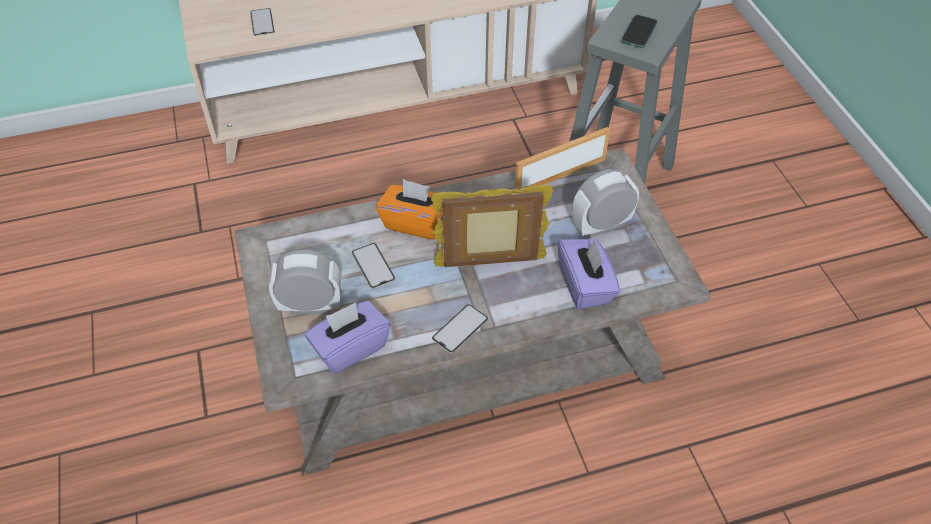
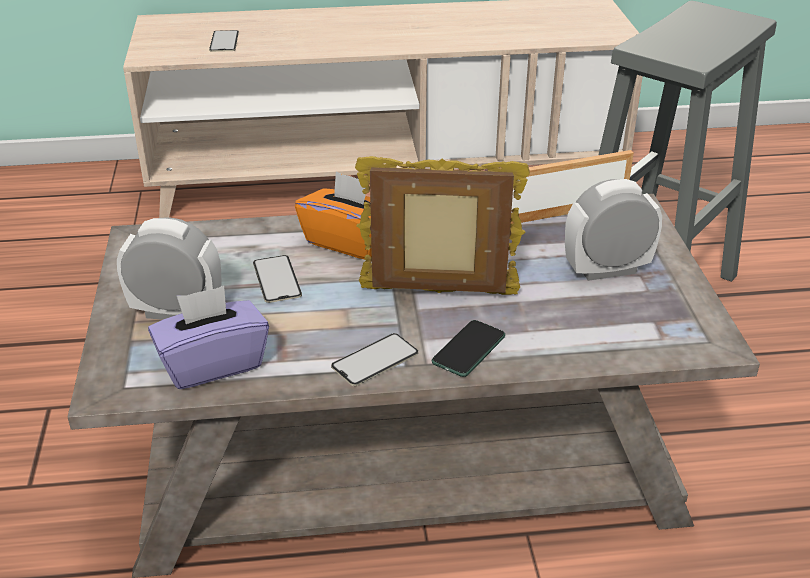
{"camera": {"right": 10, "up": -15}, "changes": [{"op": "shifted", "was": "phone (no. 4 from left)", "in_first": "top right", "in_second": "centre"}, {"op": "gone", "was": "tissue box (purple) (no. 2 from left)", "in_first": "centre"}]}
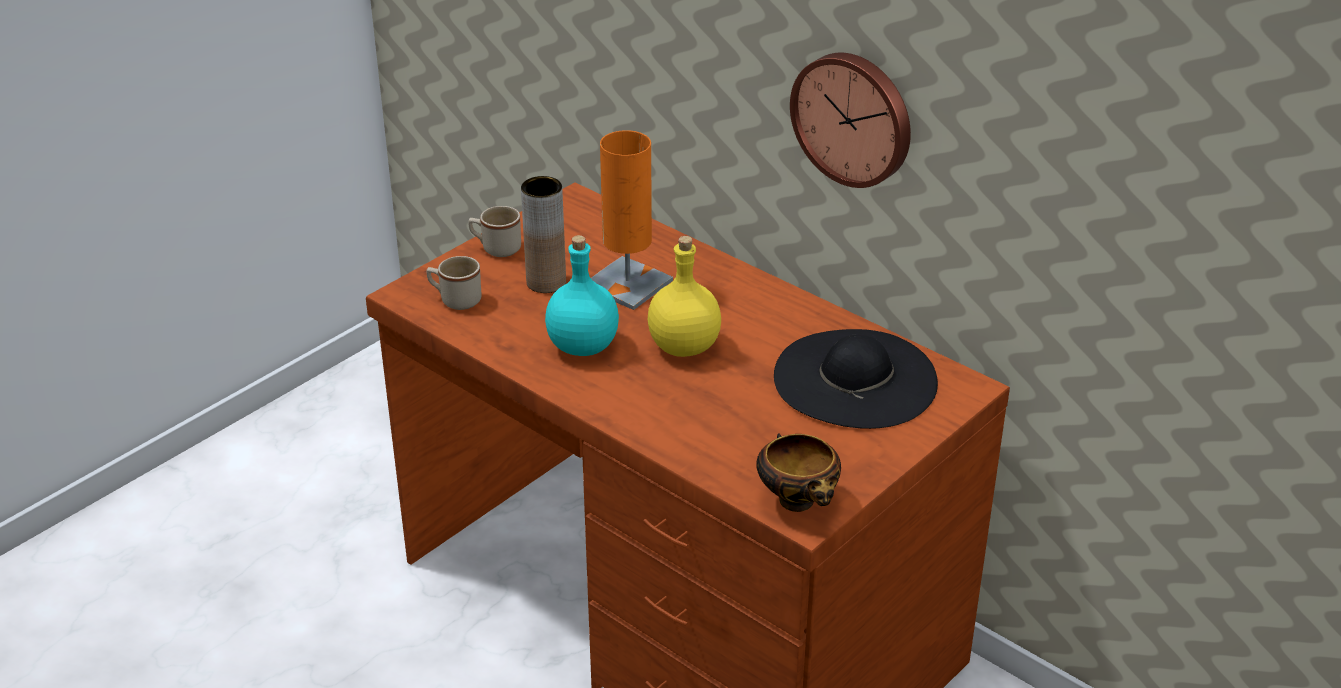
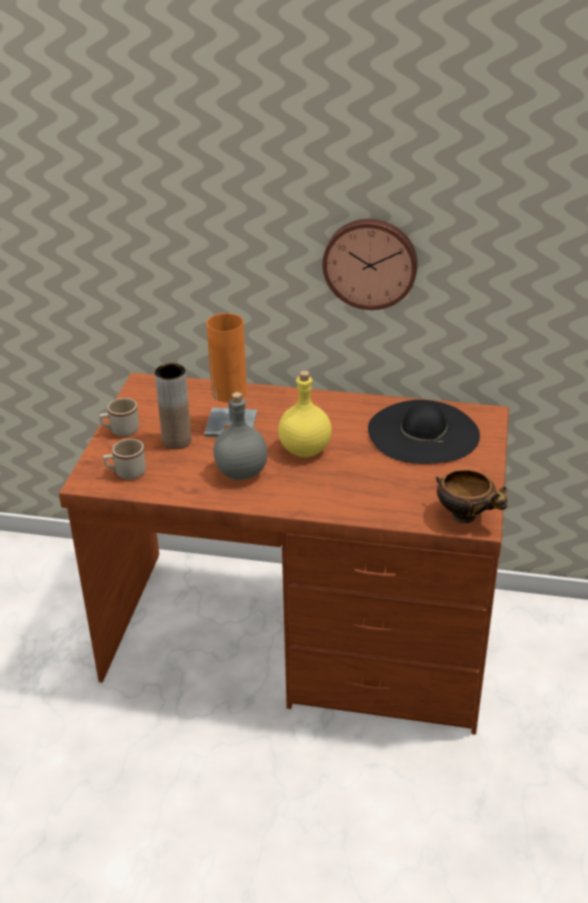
{"camera": {"right": -30, "up": 0}, "changes": [{"op": "repainted", "was": "bottle (turquoise)", "now": "bottle (grey)", "in_first": "centre", "in_second": "centre"}]}
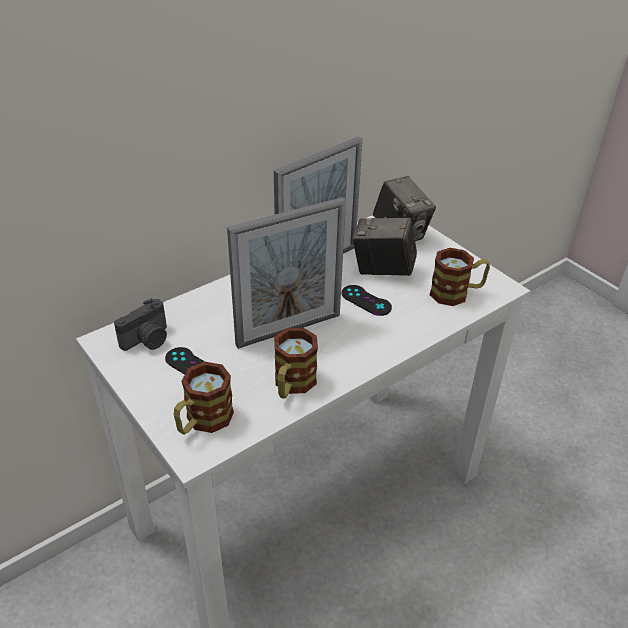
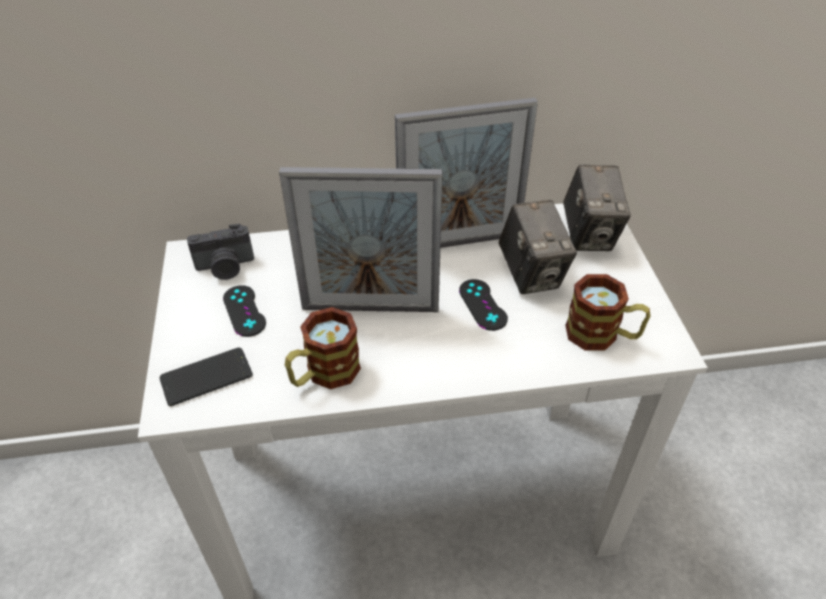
{"camera": {"right": 30, "up": 5}, "changes": [{"op": "swapped", "was": "mug (no. 1 from left)", "now": "phone", "in_first": "middle left", "in_second": "middle left"}, {"op": "rotated", "was": "photo camera (no. 2 from left)", "in_first": "centre", "in_second": "centre", "clockwise": -150}]}
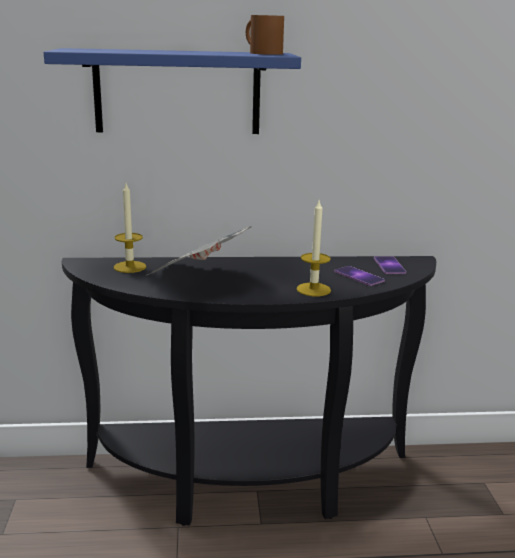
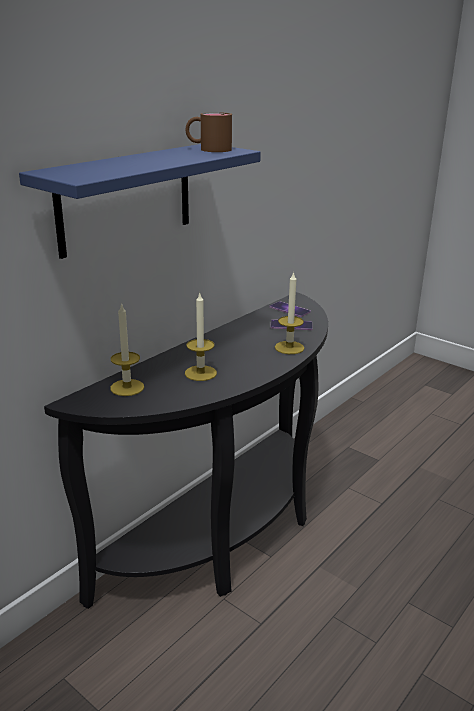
{"camera": {"right": -45, "up": 5}, "changes": [{"op": "swapped", "was": "newspaper", "now": "candle (no. 2 from left)", "in_first": "centre", "in_second": "centre"}]}
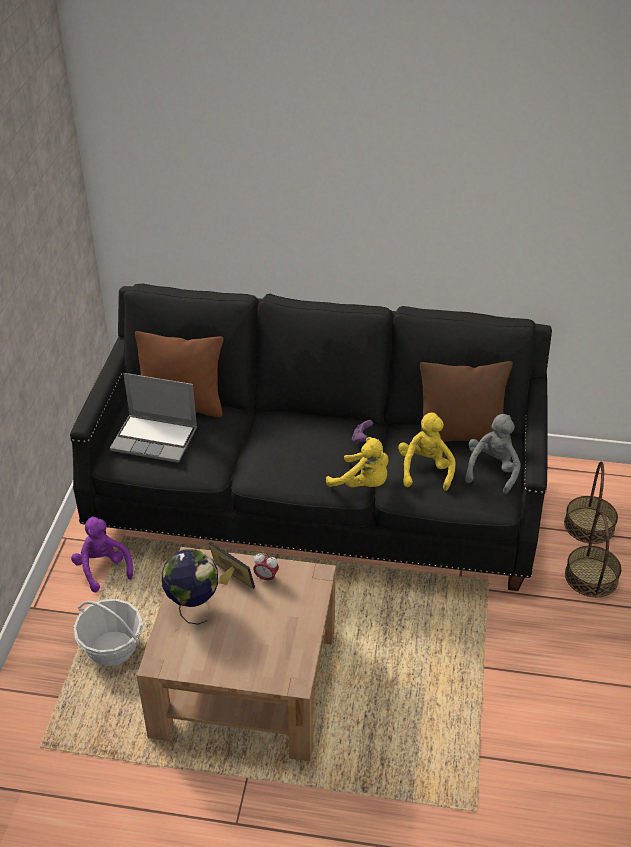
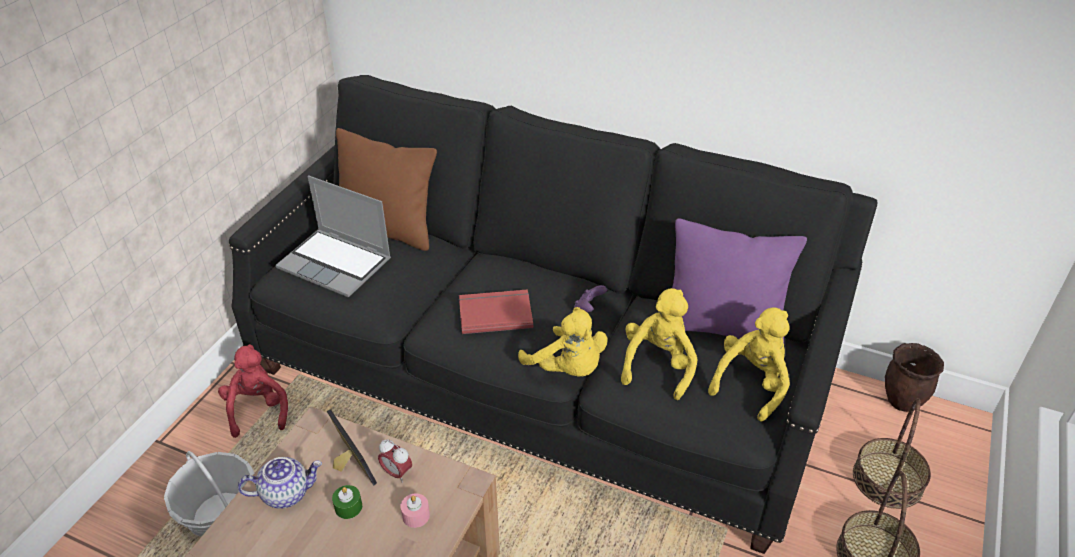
{"camera": {"right": 15, "up": 0}, "changes": [{"op": "repainted", "was": "plush toy (purple)", "now": "plush toy (red)", "in_first": "middle left", "in_second": "bottom left"}, {"op": "swapped", "was": "globe", "now": "teapot", "in_first": "bottom left", "in_second": "bottom left"}, {"op": "new", "now": "candle (green)", "in_second": "bottom left"}, {"op": "new", "now": "candle (pink)", "in_second": "bottom centre"}, {"op": "new", "now": "book (red)", "in_second": "centre"}, {"op": "repainted", "was": "pillow (brown) (no. 2 from left)", "now": "pillow (purple)", "in_first": "middle right", "in_second": "middle right"}, {"op": "repainted", "was": "plush toy (grey)", "now": "plush toy (yellow) (no. 3 from left)", "in_first": "middle right", "in_second": "middle right"}, {"op": "new", "now": "planter (brown)", "in_second": "bottom right"}]}
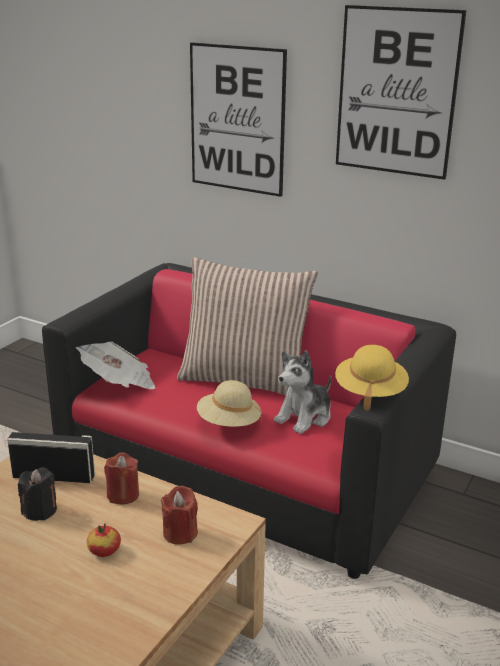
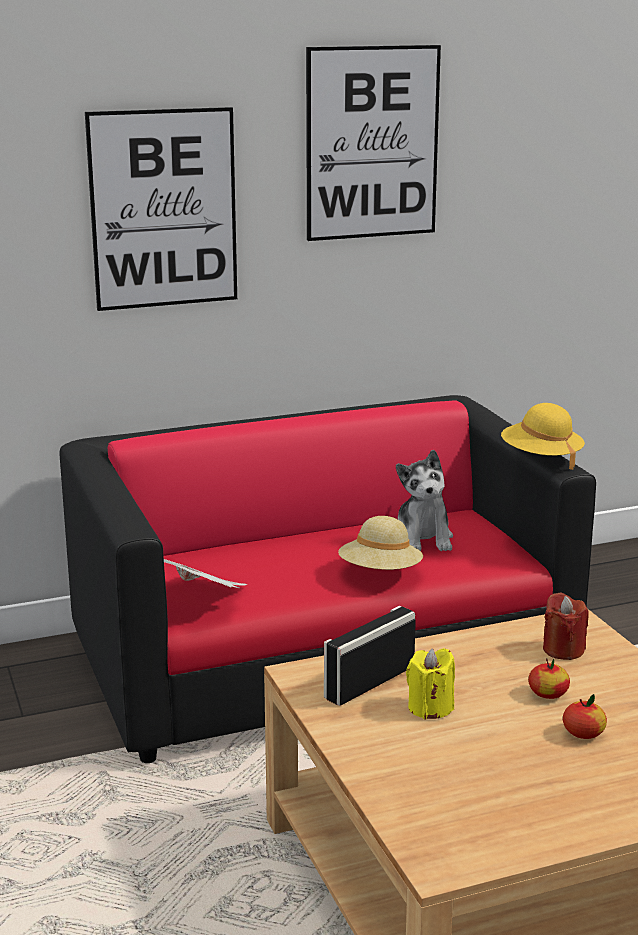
{"camera": {"right": -50, "up": -5}, "changes": [{"op": "repainted", "was": "candle (black)", "now": "candle (yellow)", "in_first": "bottom left", "in_second": "bottom right"}, {"op": "new", "now": "apple (no. 2 from left)", "in_second": "bottom right"}, {"op": "gone", "was": "candle (red) (no. 1 from left)", "in_first": "bottom left"}, {"op": "gone", "was": "pillow", "in_first": "centre"}]}
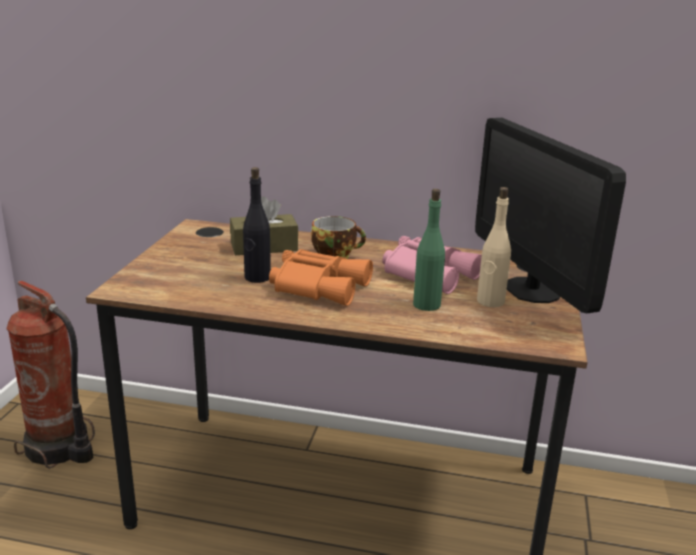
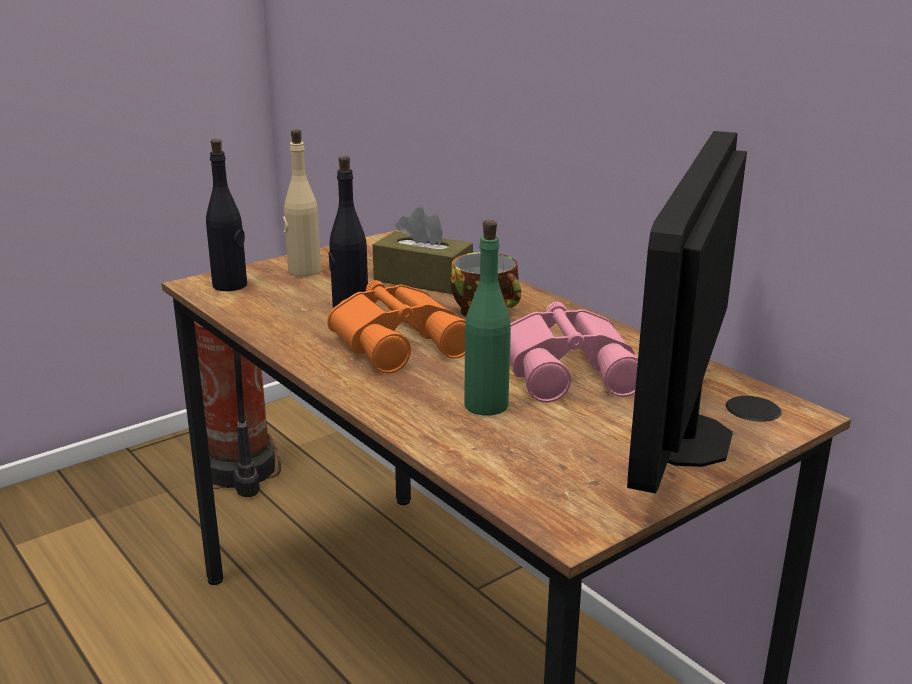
{"camera": {"right": 40, "up": 0}, "changes": [{"op": "new", "now": "bottle (black) (no. 1 from left)", "in_second": "top left"}, {"op": "shifted", "was": "bottle (beige)", "in_first": "middle right", "in_second": "top left"}]}
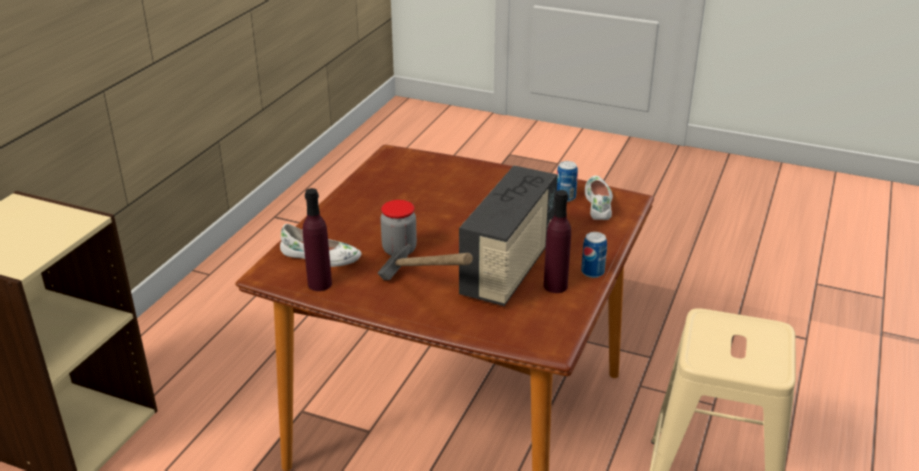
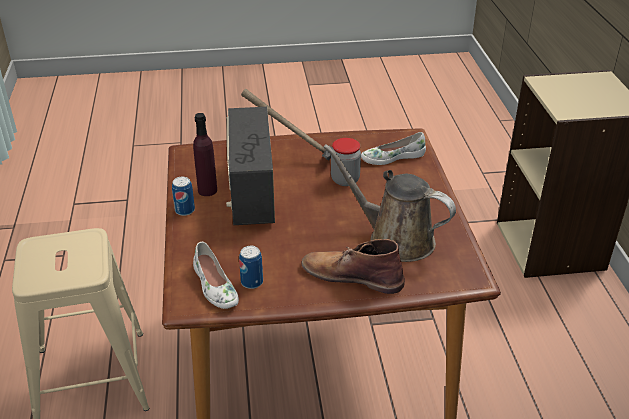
{"camera": {"right": 150, "up": 5}, "changes": [{"op": "new", "now": "boot (brown)", "in_second": "centre"}, {"op": "new", "now": "watering can (brown)", "in_second": "centre"}, {"op": "gone", "was": "bottle (purple) (no. 1 from left)", "in_first": "centre"}]}
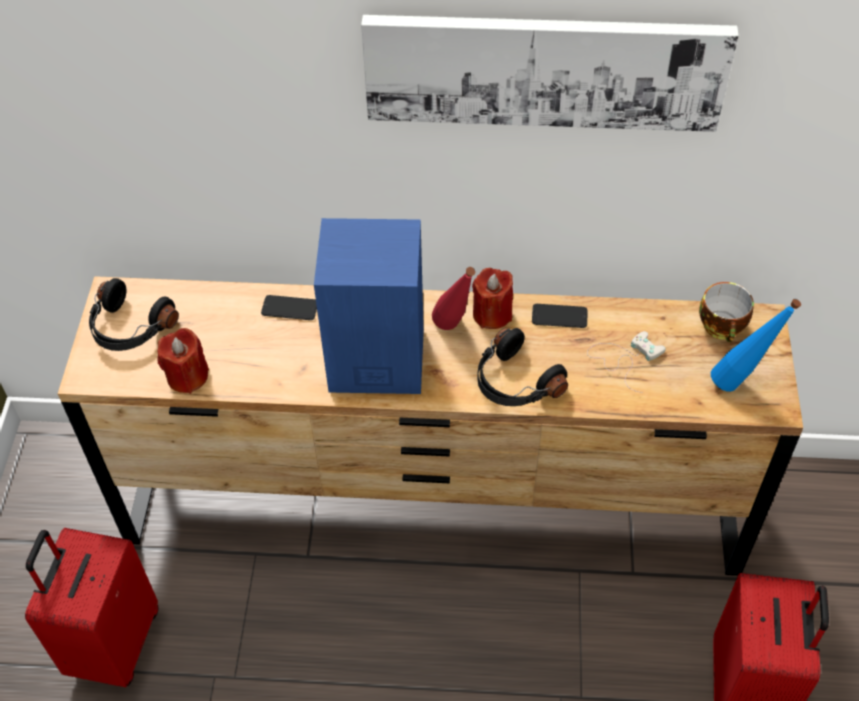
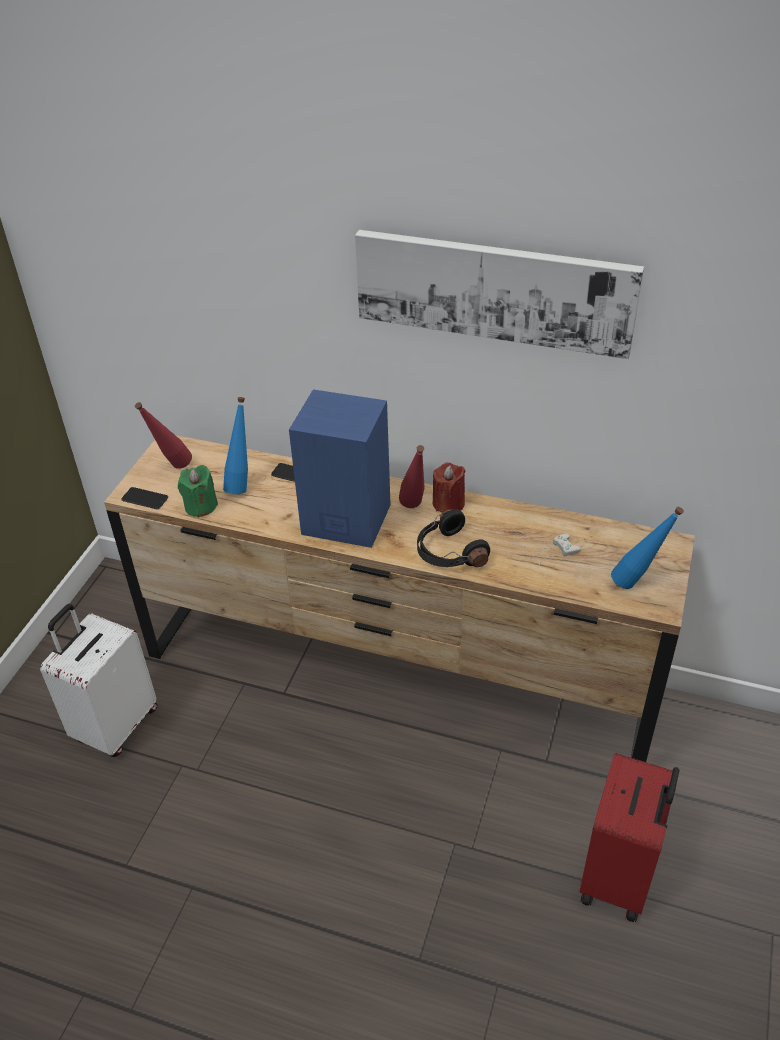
{"camera": {"right": 15, "up": -10}, "changes": [{"op": "repainted", "was": "suitcase (red) (no. 1 from left)", "now": "suitcase (white)", "in_first": "bottom left", "in_second": "middle left"}, {"op": "shifted", "was": "phone (no. 2 from left in the first image)", "now": "phone (no. 1 from left)", "in_first": "centre", "in_second": "middle left"}, {"op": "swapped", "was": "headphones (black) (no. 1 from left)", "now": "bottle (red) (no. 1 from left)", "in_first": "middle left", "in_second": "middle left"}, {"op": "repainted", "was": "candle (red) (no. 1 from left)", "now": "candle (green)", "in_first": "middle left", "in_second": "middle left"}, {"op": "new", "now": "bottle (blue) (no. 1 from left)", "in_second": "middle left"}, {"op": "gone", "was": "cup", "in_first": "middle right"}]}
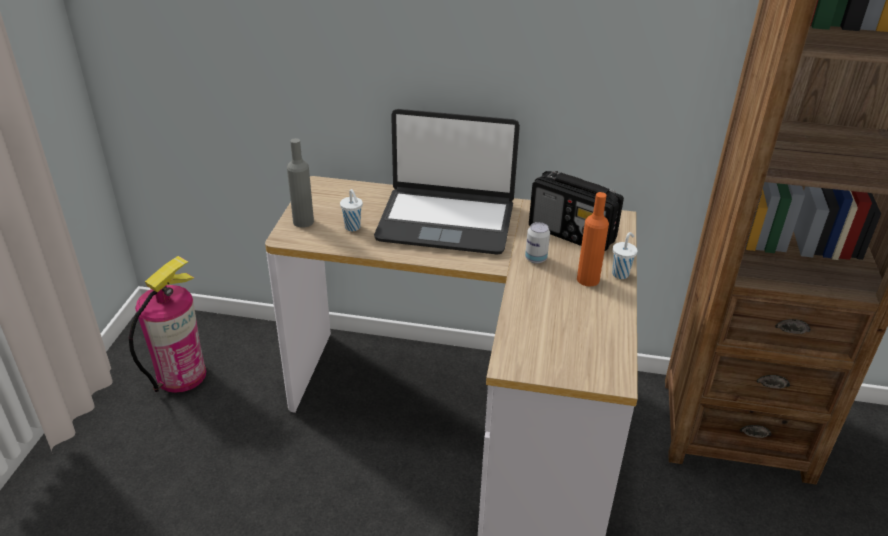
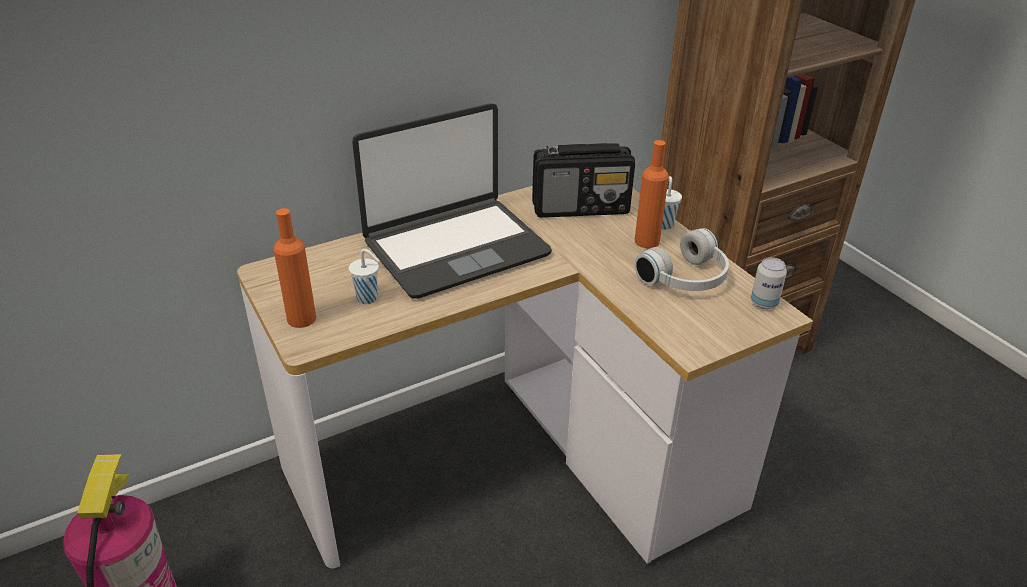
{"camera": {"right": -40, "up": 0}, "changes": [{"op": "repainted", "was": "bottle (grey)", "now": "bottle (orange) (no. 1 from left)", "in_first": "centre", "in_second": "middle left"}, {"op": "new", "now": "headphones (white)", "in_second": "centre"}, {"op": "shifted", "was": "can", "in_first": "centre", "in_second": "middle right"}]}
